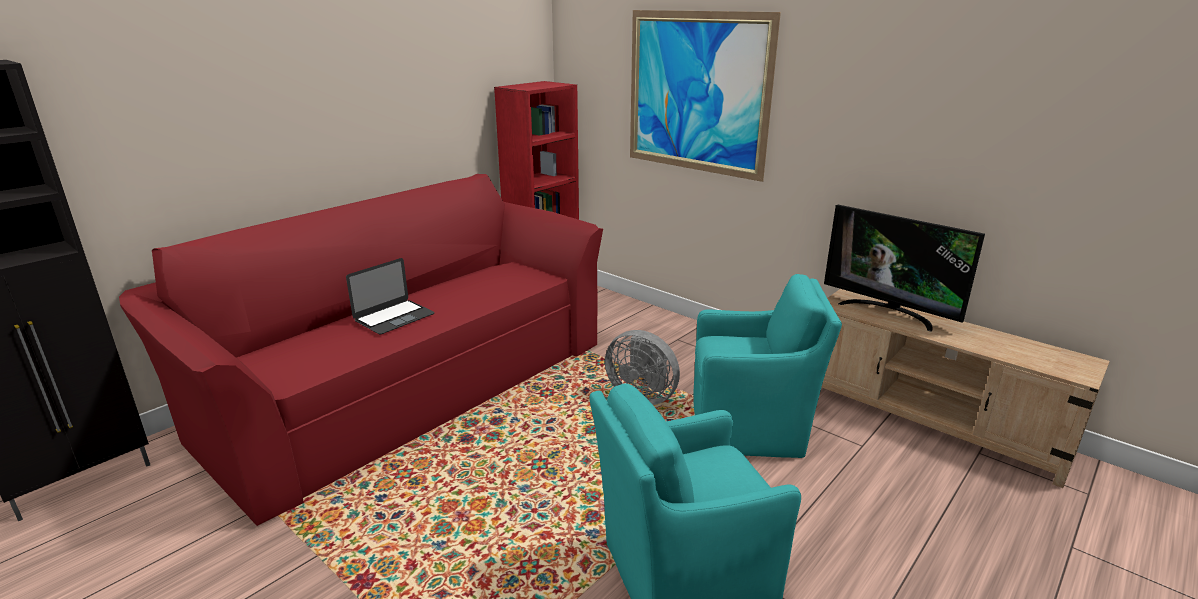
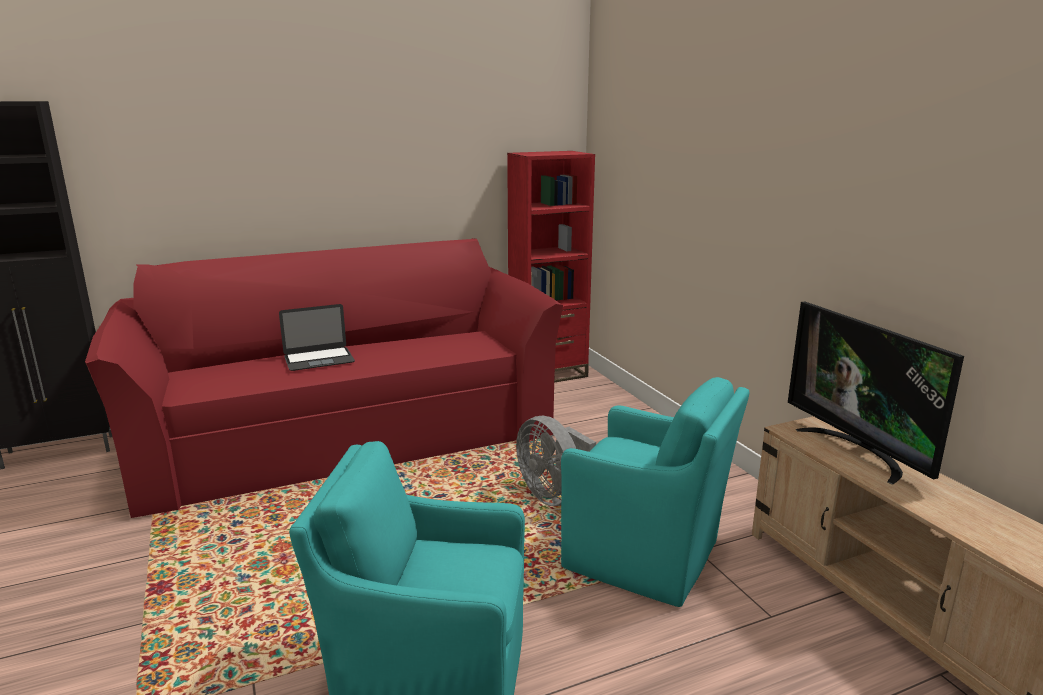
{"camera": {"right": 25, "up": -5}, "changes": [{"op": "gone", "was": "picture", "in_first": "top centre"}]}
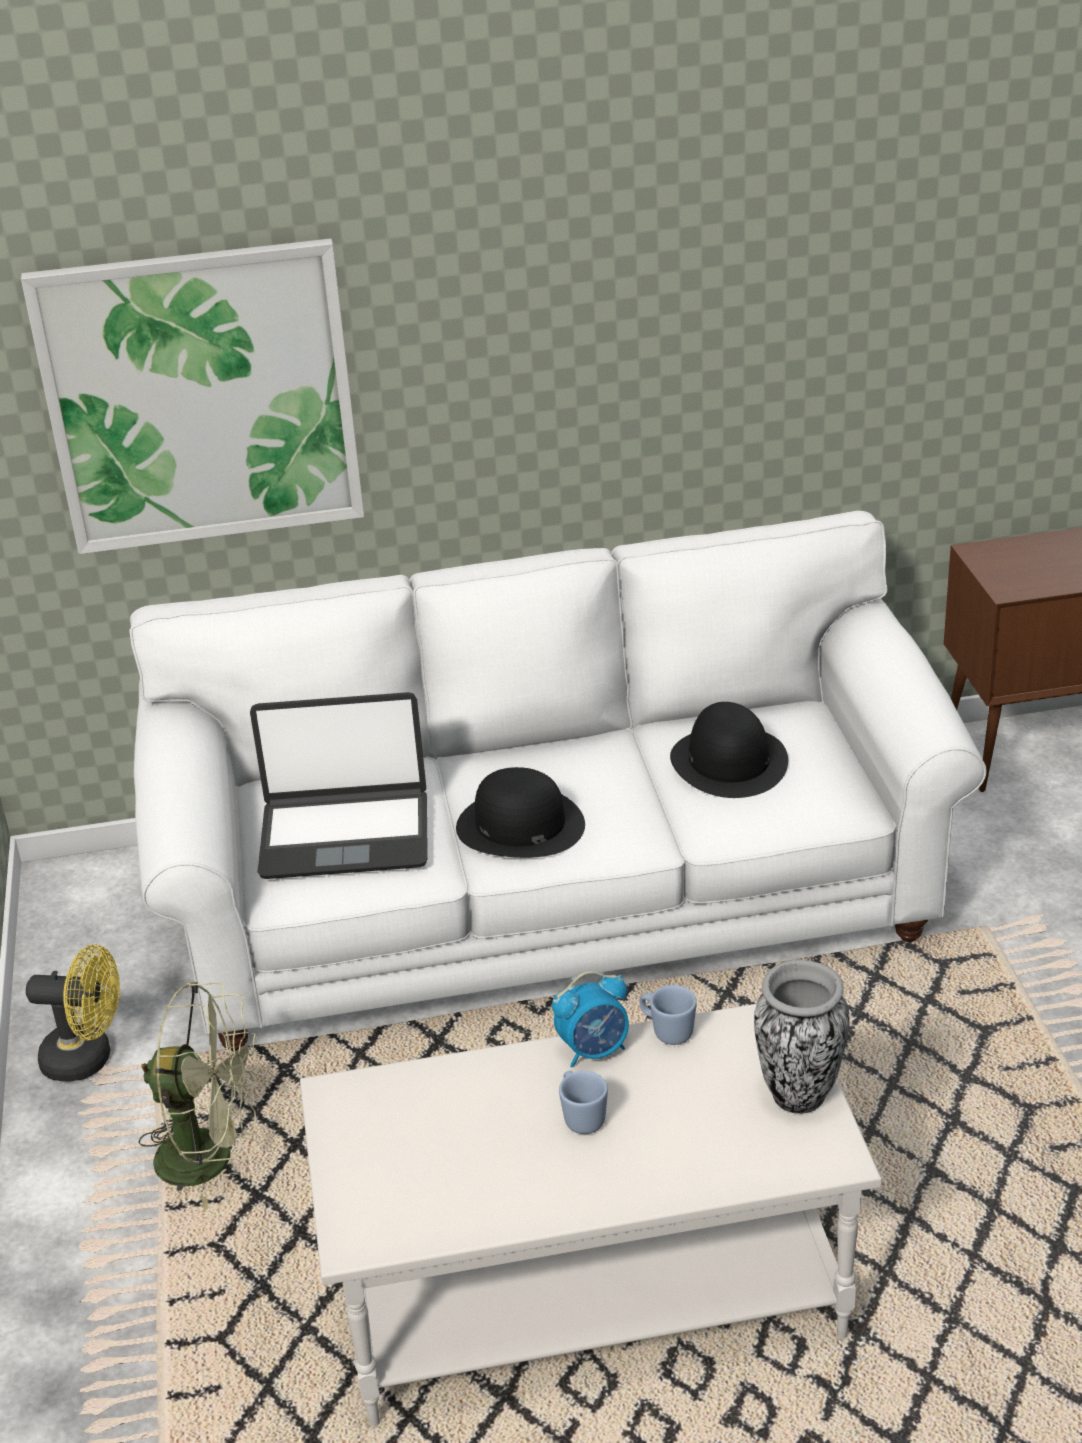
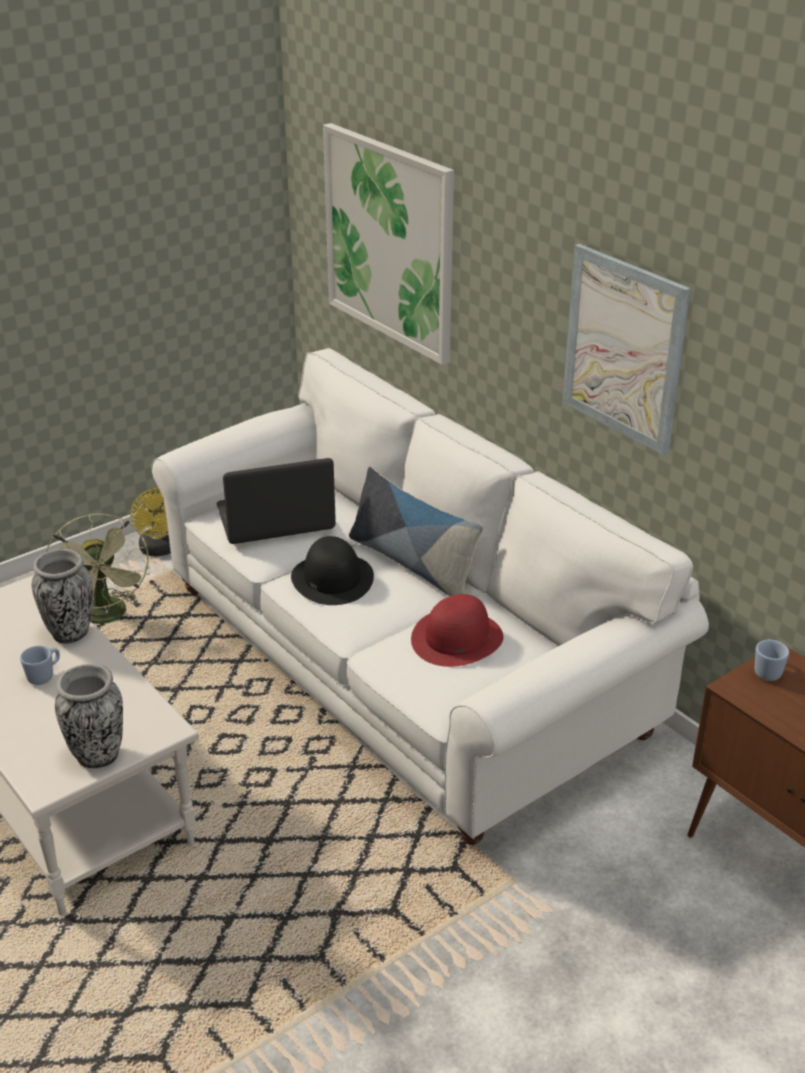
{"camera": {"right": 60, "up": 0}, "changes": [{"op": "new", "now": "vase (no. 1 from left)", "in_second": "middle left"}, {"op": "rotated", "was": "laptop", "in_first": "middle left", "in_second": "centre", "clockwise": 105}, {"op": "new", "now": "pillow", "in_second": "centre"}, {"op": "repainted", "was": "hat (black) (no. 2 from left)", "now": "hat (red)", "in_first": "middle right", "in_second": "centre"}, {"op": "new", "now": "picture (no. 2 from left)", "in_second": "top right"}, {"op": "shifted", "was": "mug (blue) (no. 2 from left)", "in_first": "bottom centre", "in_second": "middle right"}, {"op": "gone", "was": "alarm clock", "in_first": "bottom centre"}]}
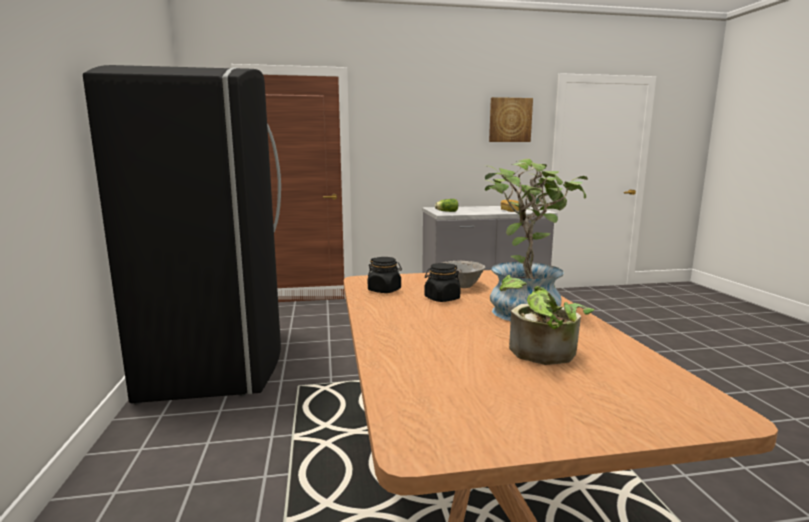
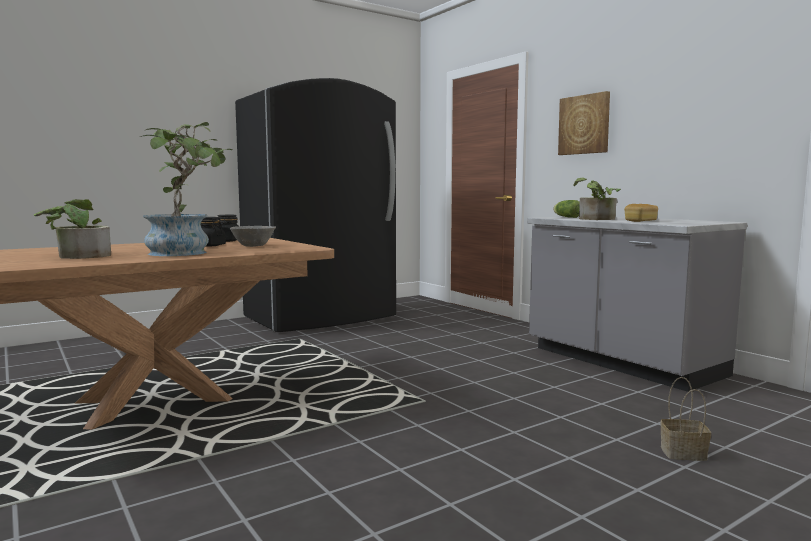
{"camera": {"right": 65, "up": -5}, "changes": [{"op": "shifted", "was": "picture", "in_first": "top centre", "in_second": "top right"}, {"op": "new", "now": "potted plant (no. 3 from left)", "in_second": "middle right"}, {"op": "new", "now": "basket", "in_second": "bottom right"}]}
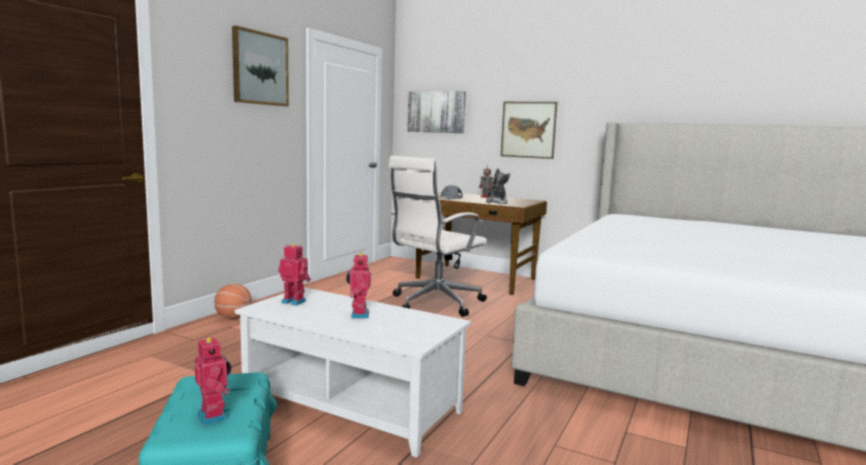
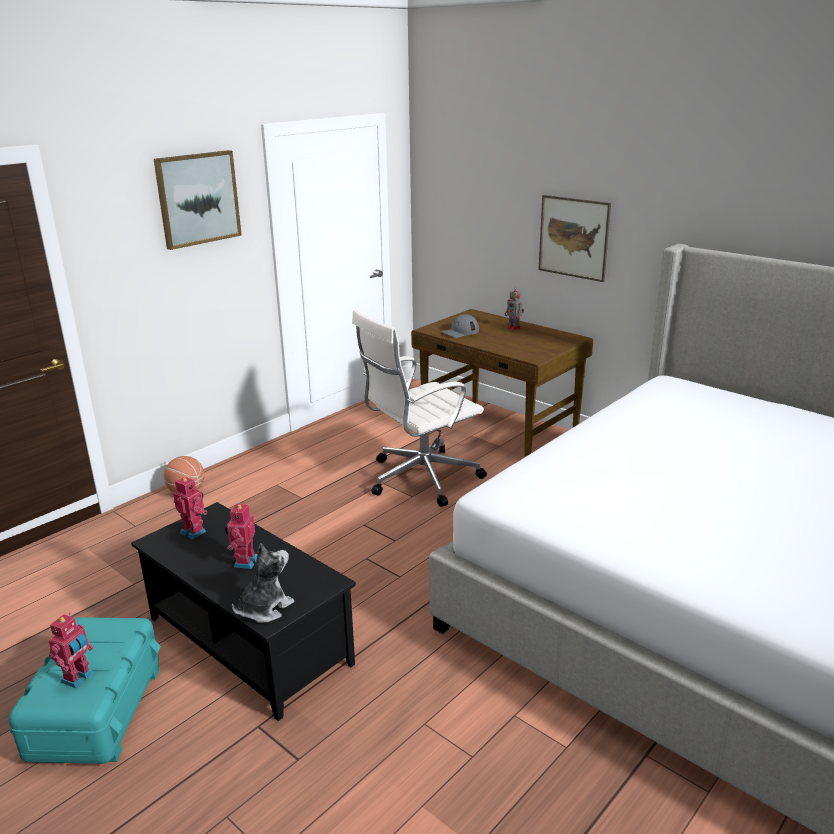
{"camera": {"right": 15, "up": 15}, "changes": [{"op": "rotated", "was": "toy robot (no. 1 from left)", "in_first": "bottom left", "in_second": "bottom left", "clockwise": 45}, {"op": "repainted", "was": "coffee table (white)", "now": "coffee table (black)", "in_first": "bottom centre", "in_second": "bottom left"}, {"op": "shifted", "was": "plush toy", "in_first": "centre", "in_second": "bottom left"}, {"op": "gone", "was": "picture (no. 2 from left)", "in_first": "top centre"}]}
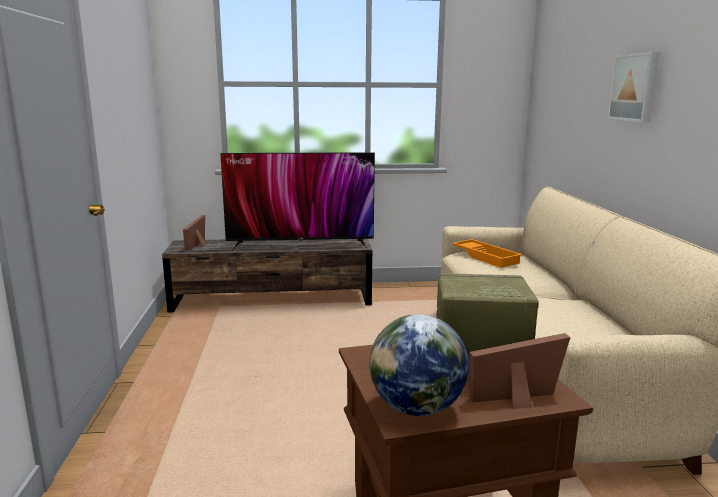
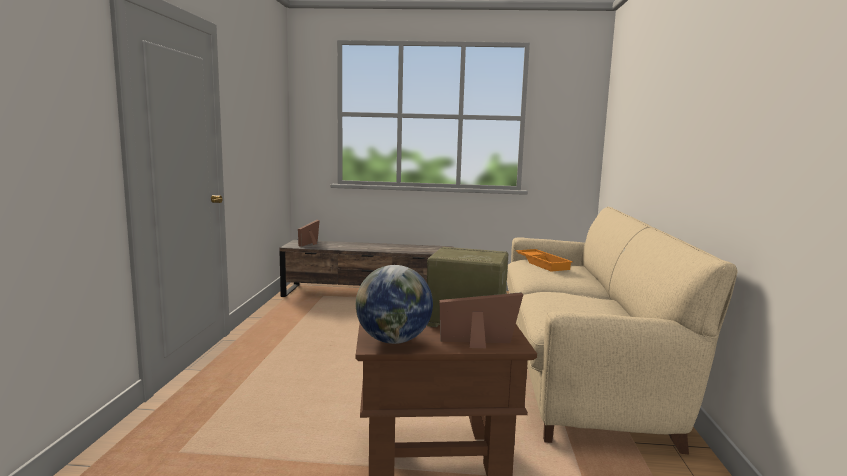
{"camera": {"right": 10, "up": -5}, "changes": [{"op": "gone", "was": "television", "in_first": "centre"}, {"op": "gone", "was": "picture", "in_first": "top right"}]}
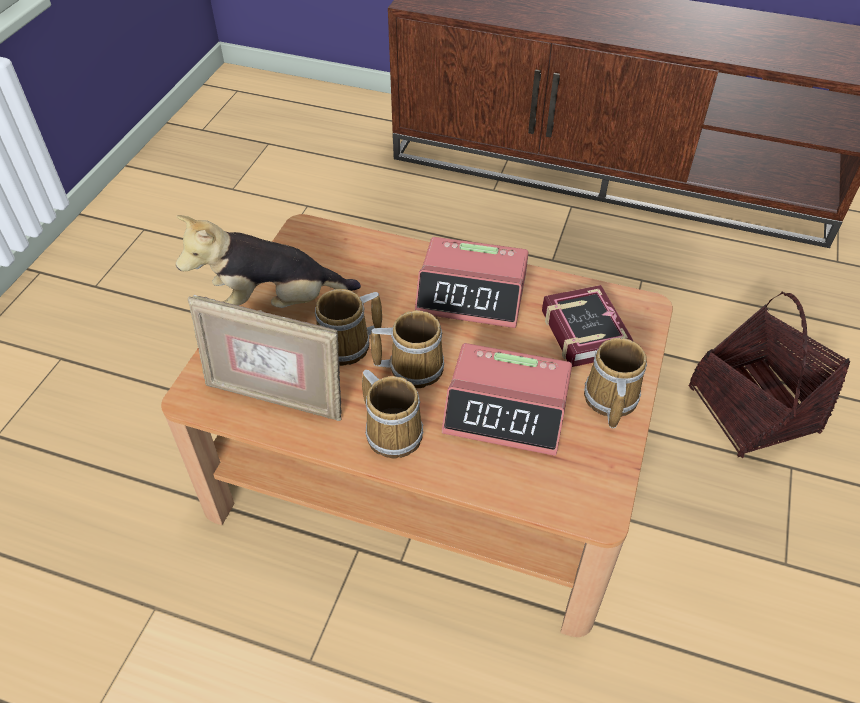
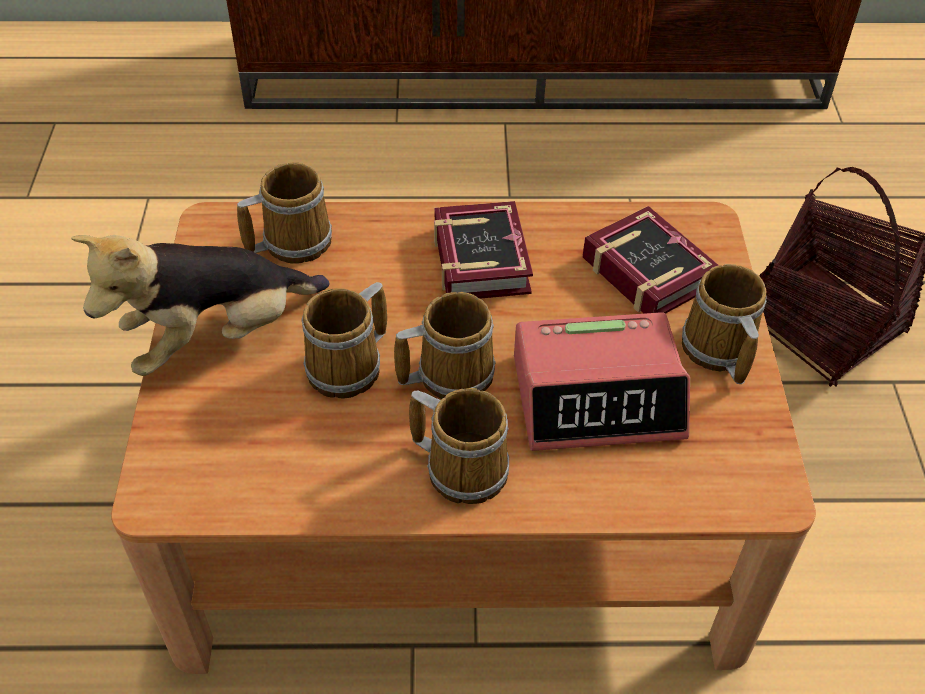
{"camera": {"right": -20, "up": 0}, "changes": [{"op": "new", "now": "mug (no. 1 from left)", "in_second": "top left"}, {"op": "swapped", "was": "alarm clock (no. 1 from left)", "now": "book (no. 1 from left)", "in_first": "centre", "in_second": "centre"}, {"op": "gone", "was": "picture frame", "in_first": "middle left"}]}
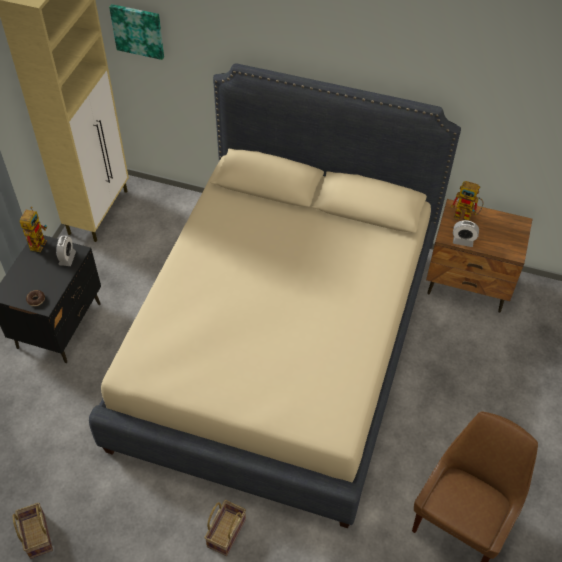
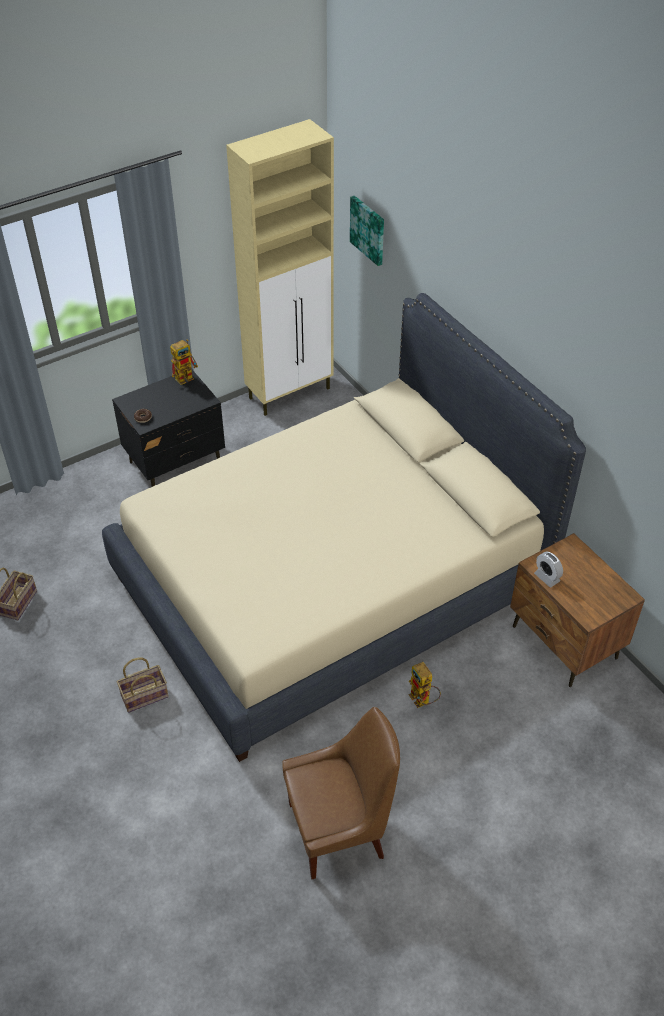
{"camera": {"right": 40, "up": -5}, "changes": [{"op": "shifted", "was": "toy robot (no. 2 from left)", "in_first": "middle right", "in_second": "bottom centre"}, {"op": "gone", "was": "alarm clock (no. 1 from left)", "in_first": "middle left"}]}
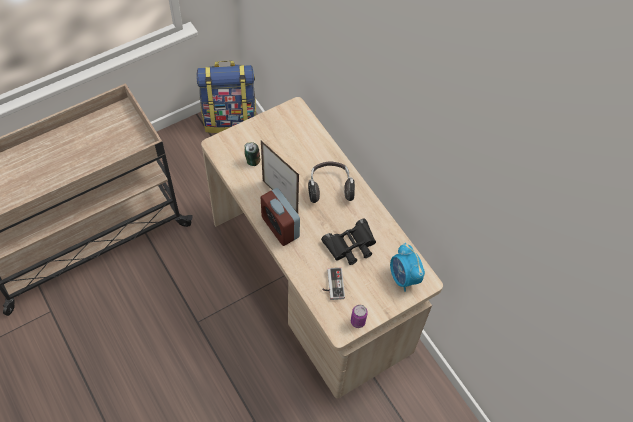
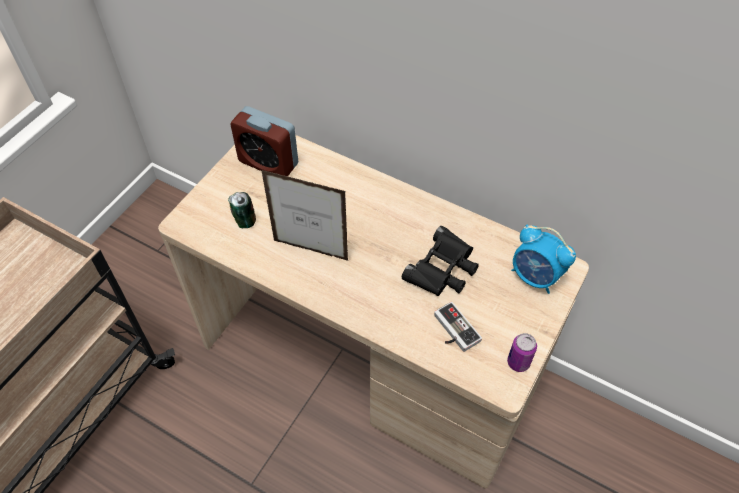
{"camera": {"right": -25, "up": -5}, "changes": [{"op": "shifted", "was": "alarm clock (no. 1 from left)", "in_first": "centre", "in_second": "top centre"}, {"op": "gone", "was": "backpack", "in_first": "top centre"}, {"op": "gone", "was": "headphones", "in_first": "centre"}]}
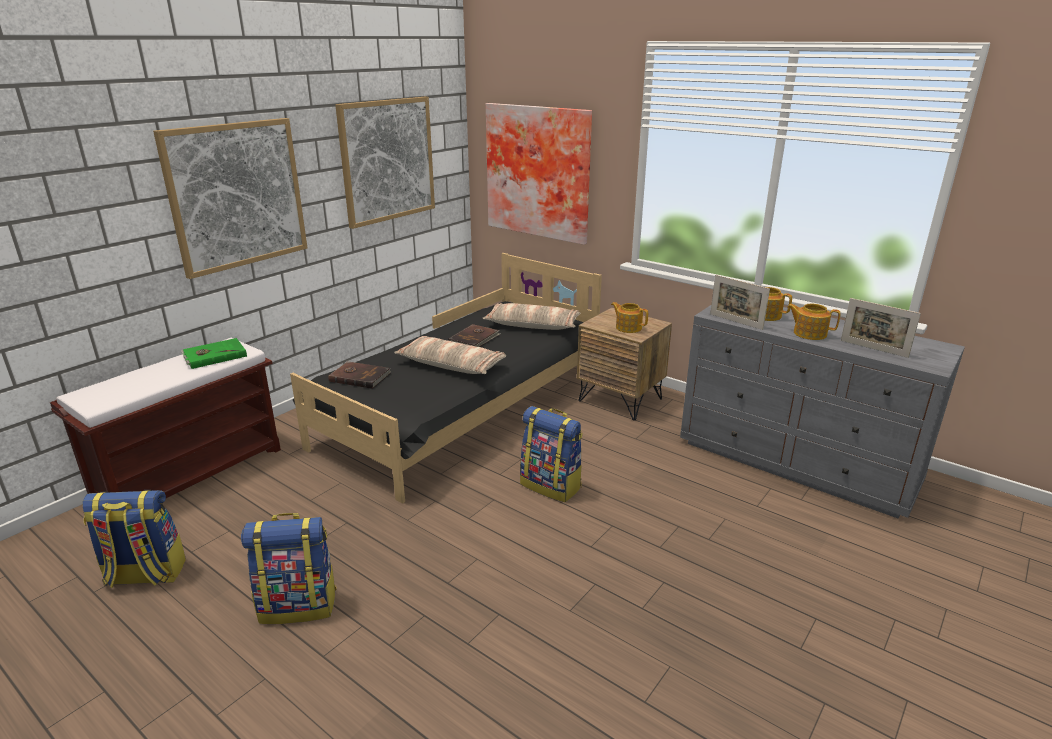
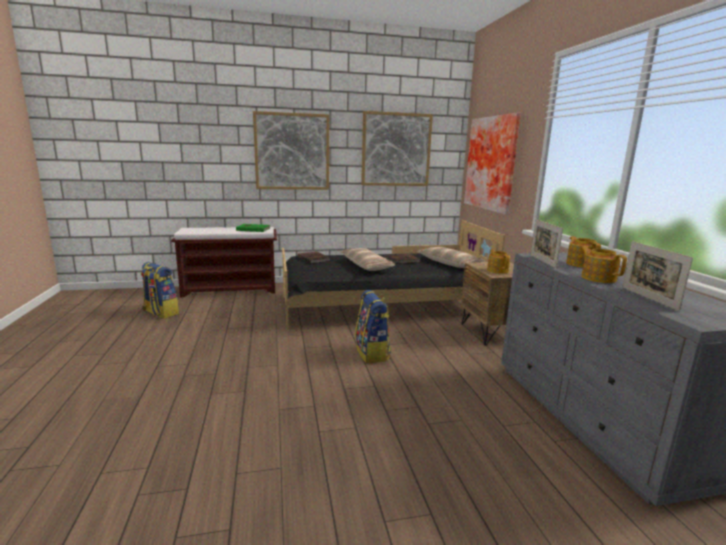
{"camera": {"right": 40, "up": -10}, "changes": [{"op": "gone", "was": "backpack (no. 2 from left)", "in_first": "bottom left"}]}
